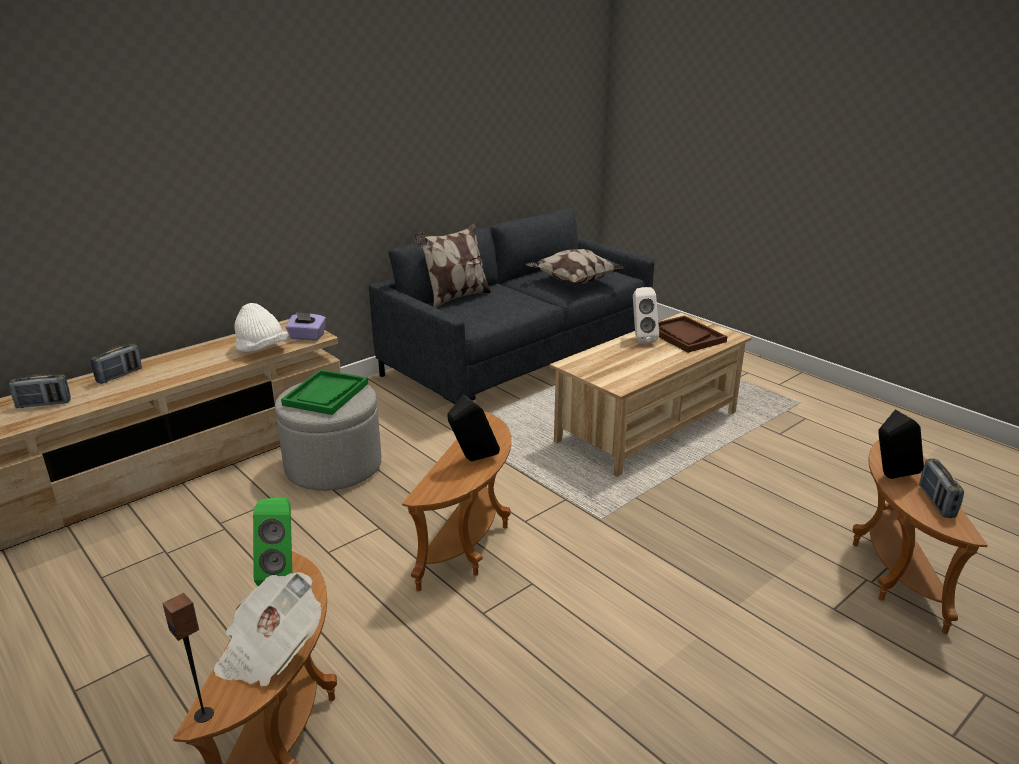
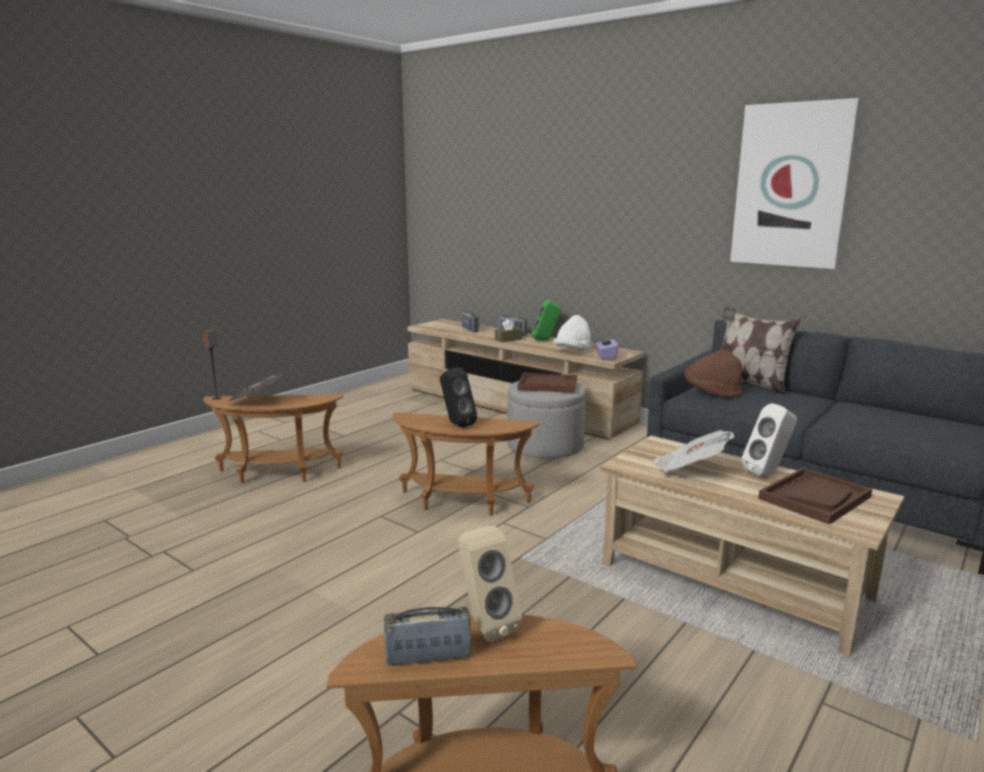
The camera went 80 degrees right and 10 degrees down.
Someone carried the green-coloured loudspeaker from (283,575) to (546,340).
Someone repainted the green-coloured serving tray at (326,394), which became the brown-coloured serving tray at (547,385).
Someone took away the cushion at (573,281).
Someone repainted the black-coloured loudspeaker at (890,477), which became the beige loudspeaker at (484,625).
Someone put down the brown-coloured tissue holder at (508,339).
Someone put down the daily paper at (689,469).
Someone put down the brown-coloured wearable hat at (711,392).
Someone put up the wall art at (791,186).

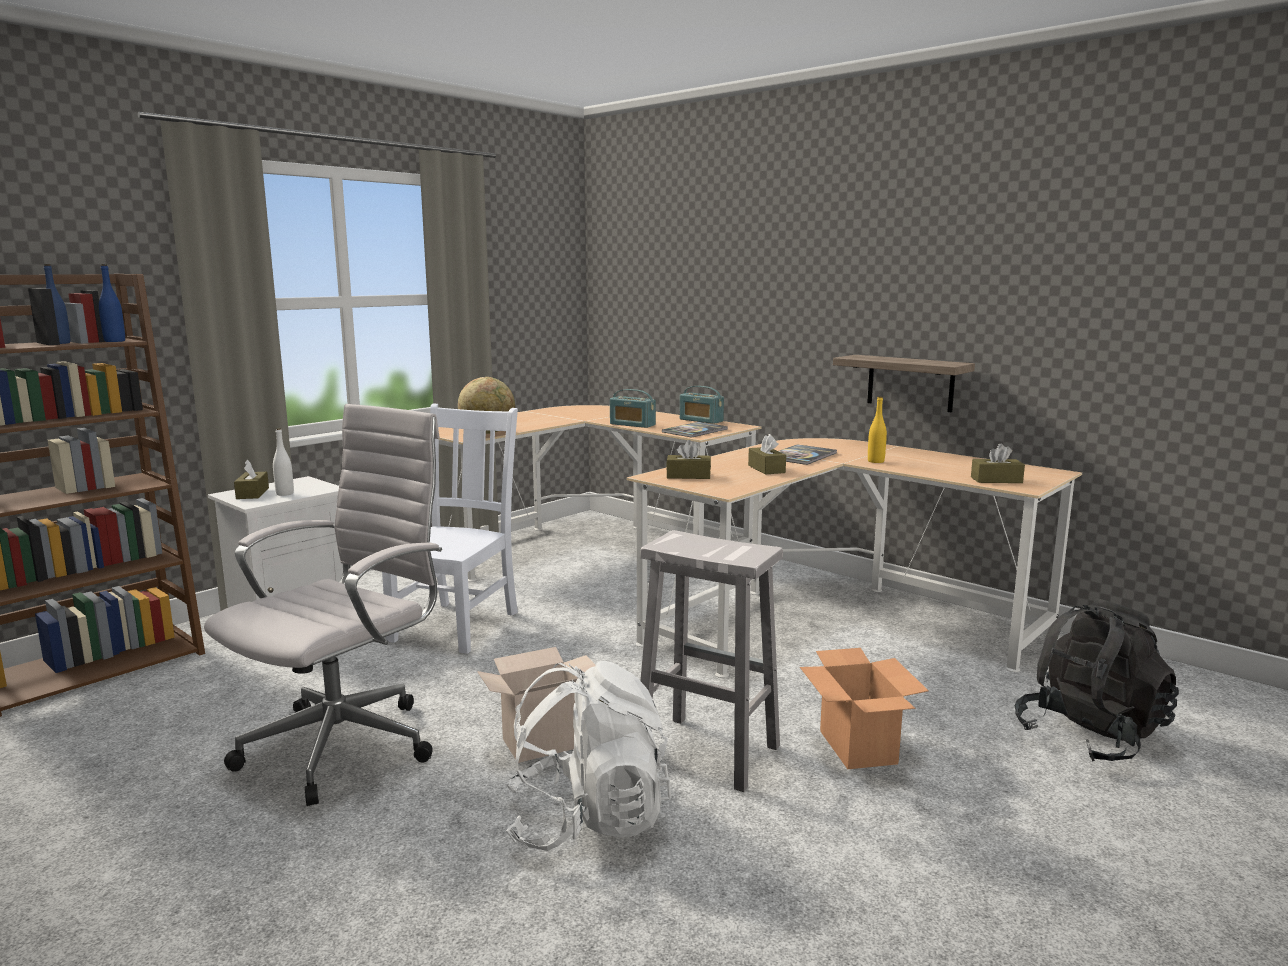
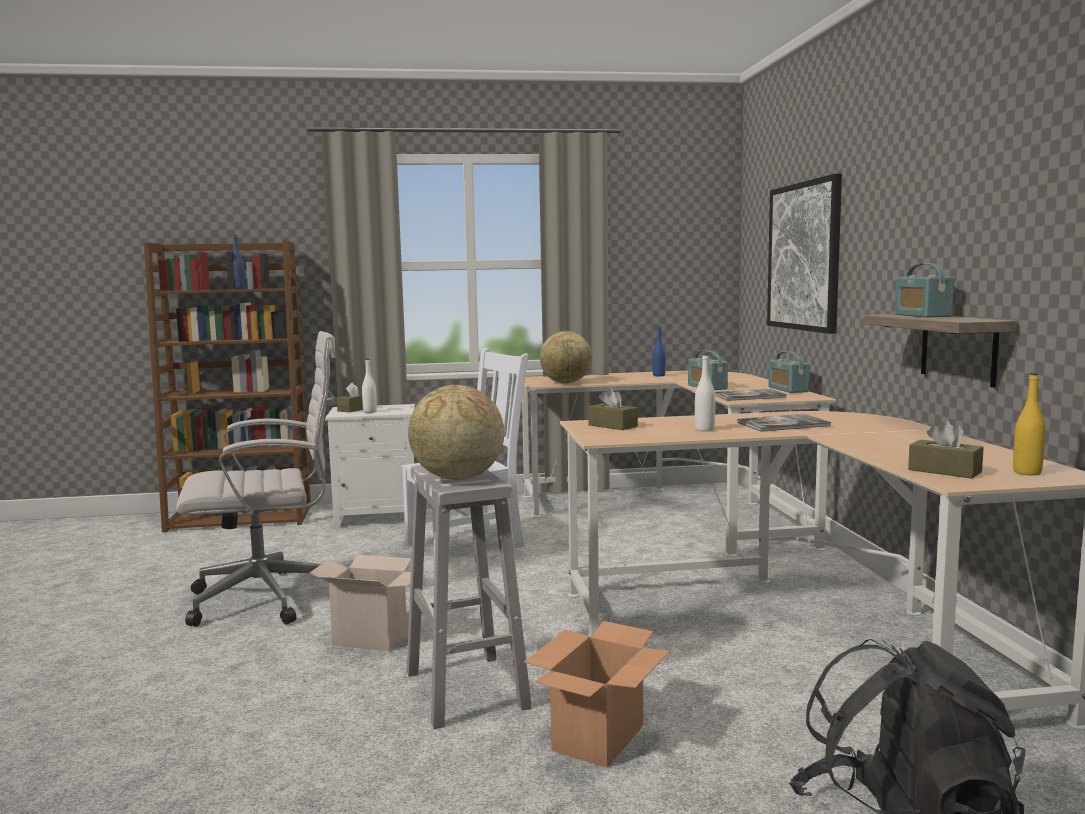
The camera went 40 degrees right and 5 degrees down.
Someone carried the blue bottle from (115,341) to (659,375).
Someone took away the white knapsack at (587,820).
Someone swapped the brown-coloured tissue holder at (766,469) for the white bottle at (704,430).
Someone carried the yellow-coloured bottle from (875,461) to (1027,473).
Someone put down the globe at (457,478).
Someone put up the wall art at (804,256).
Someone put down the radio at (922,315).

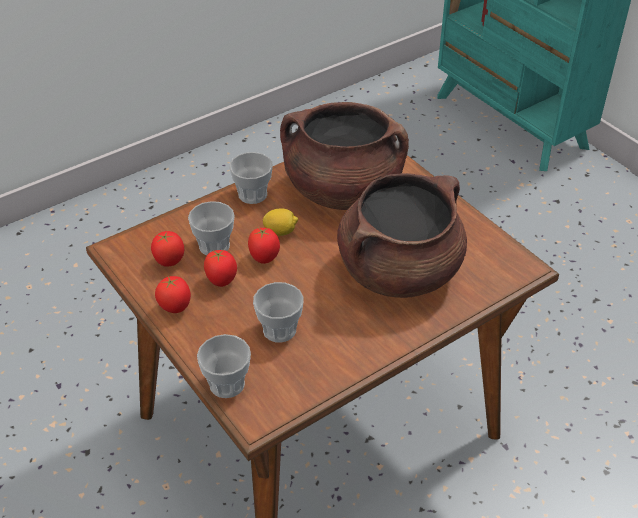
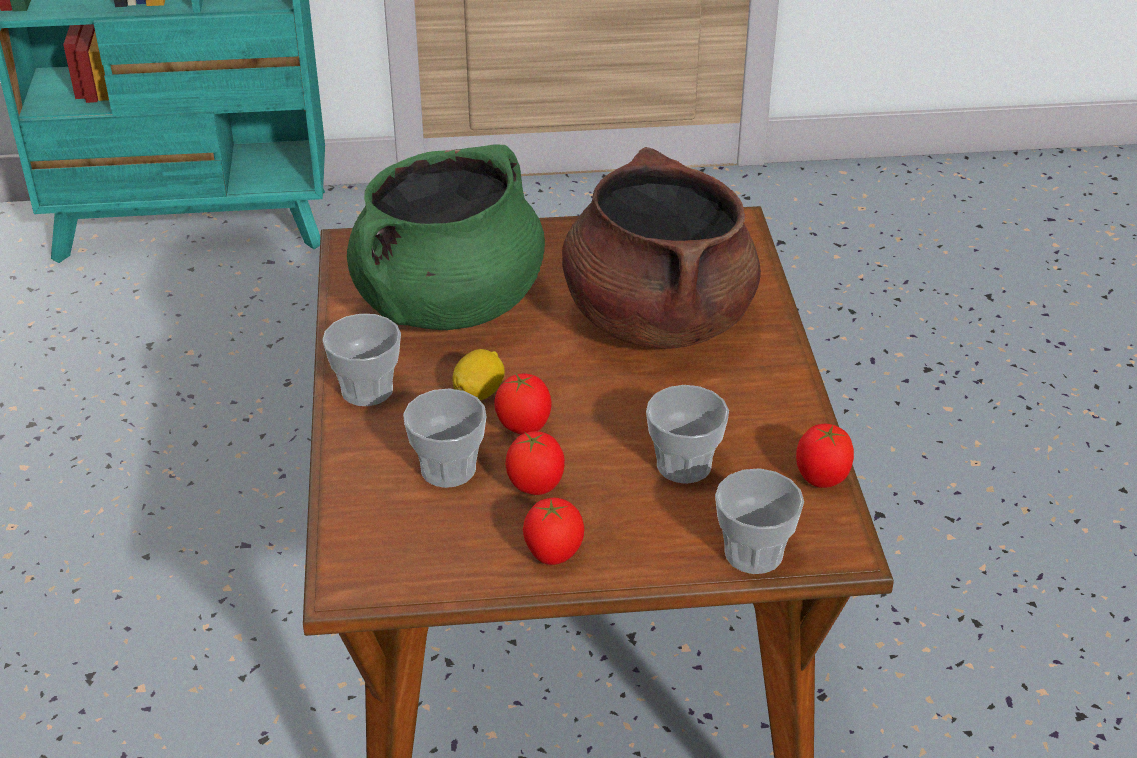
The camera went 60 degrees left and 5 degrees down.
Someone carried the fresh tomato from (169,262) to (821,480).
Someone repainted the brown-coloured saucepot at (342,191), which became the green-coloured saucepot at (448,304).

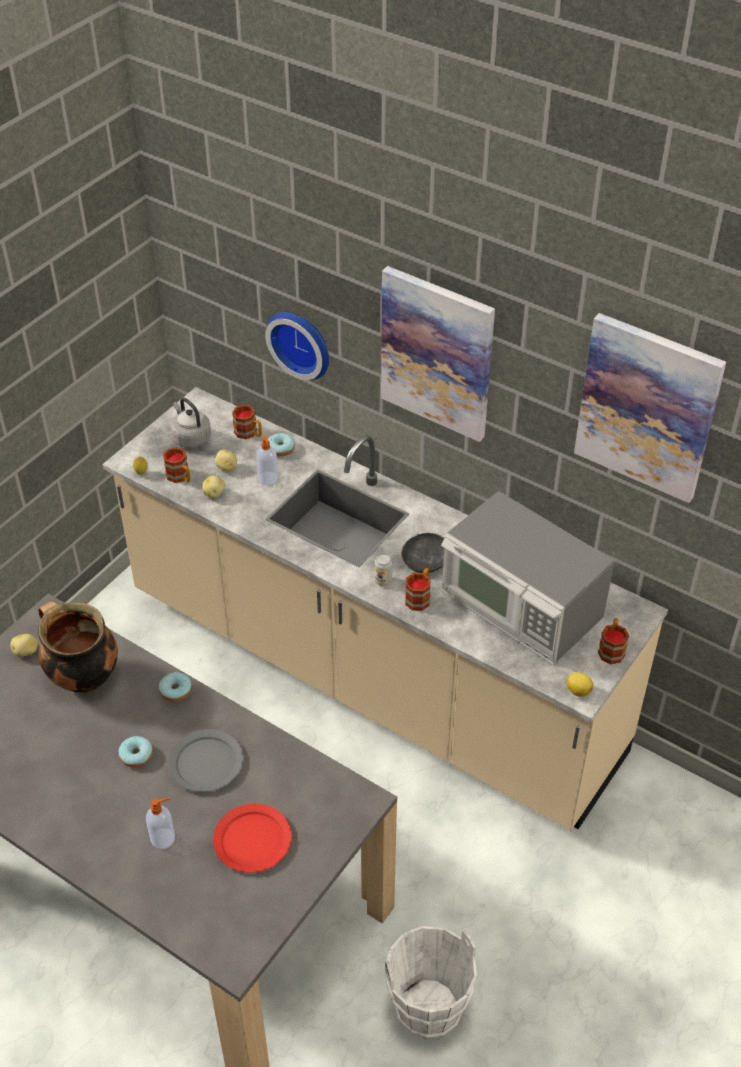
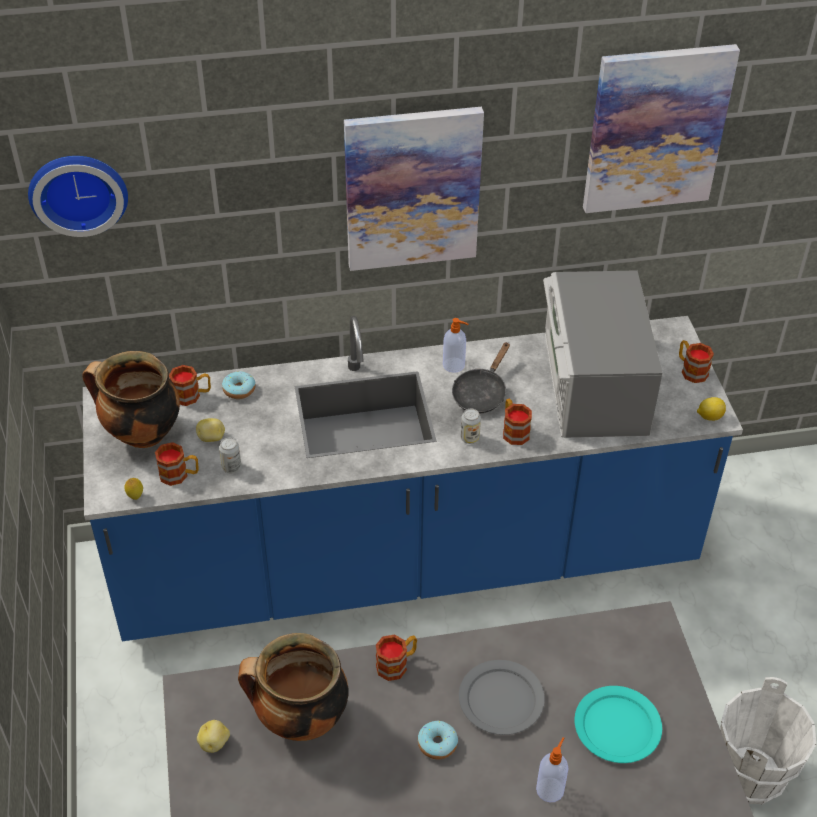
The camera went 45 degrees left and 0 degrees up.
Someone repainted the beige counter at (370,675), which became the blue counter at (407,563).
Someone swapped the doughnut at (175,691) for the mug at (397,664).
Someone swapped the grey kettle at (190,438) for the saucepot at (141,434).
Someone swapped the whole potato at (214,494) for the can at (231,467).
Someone repainted the reddish plate at (252,839), which became the turquoise-coloured plate at (616,726).
Someone carried the liquid soap bottle from (268,479) to (454,365).
Someone carried the hanging clock from (301,342) to (78,191).
Someone rotated the kitchen microwave at (520,606) by 90 degrees clockwise.

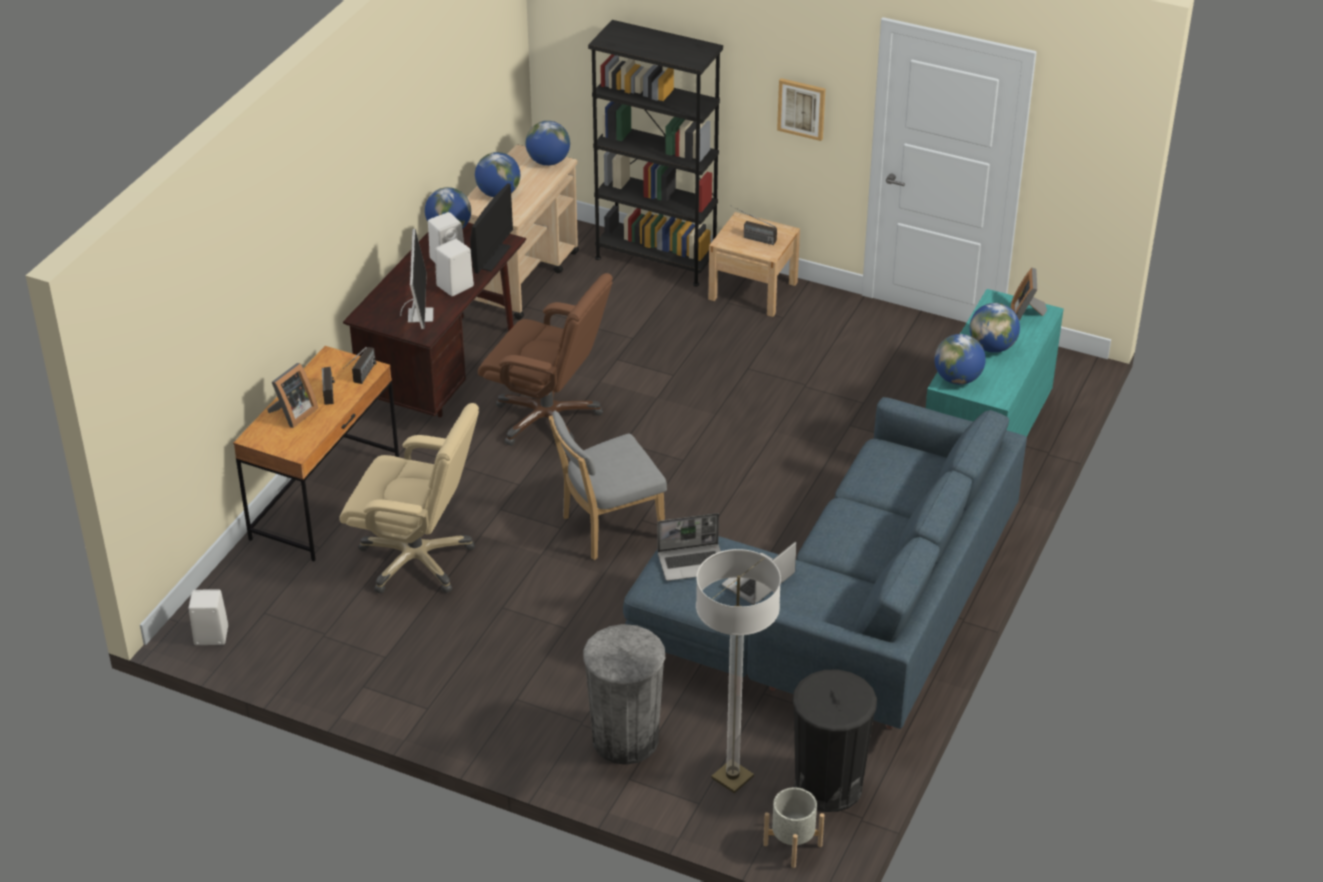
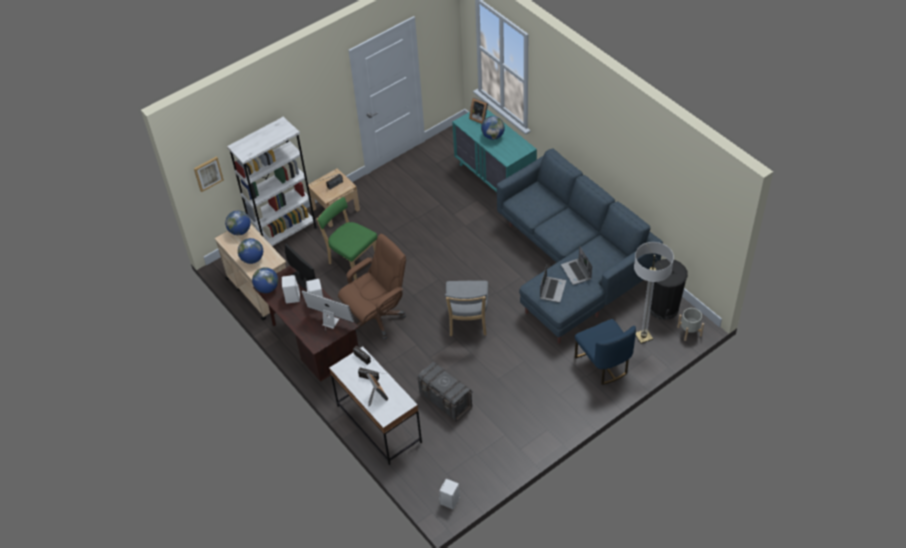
The camera went 60 degrees left and 10 degrees up.
Someone repainted the brown-coloured desk table at (326,500), which became the white desk table at (379,424).
Someone swapped the beige office chair at (417,560) for the grey storage bin at (445,401).
Someone swapped the grey rubbish bin at (625,739) for the blue chair at (603,364).
Someone repainted the black-coloured bookcase at (656,259), which became the white bookcase at (285,234).
Someone carried the wall art from (801,108) to (208,173).
Someone took away the globe at (957,379).
Someone put down the green-coloured chair at (352,260).

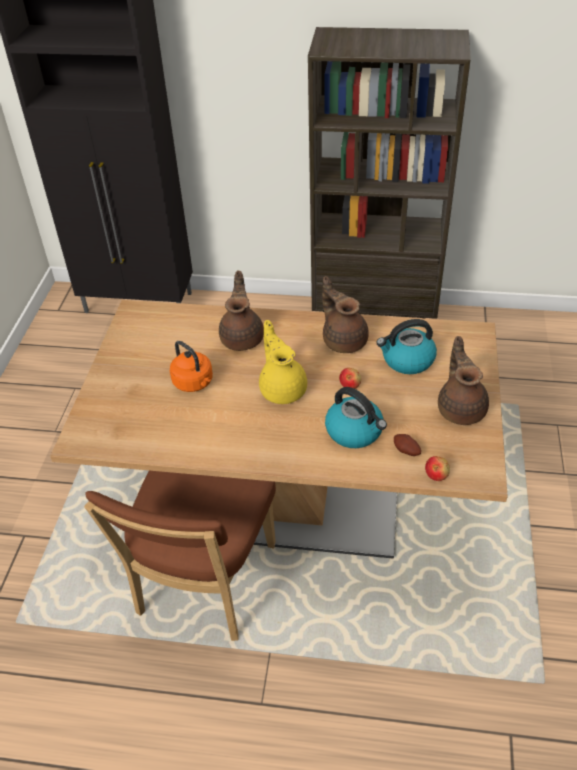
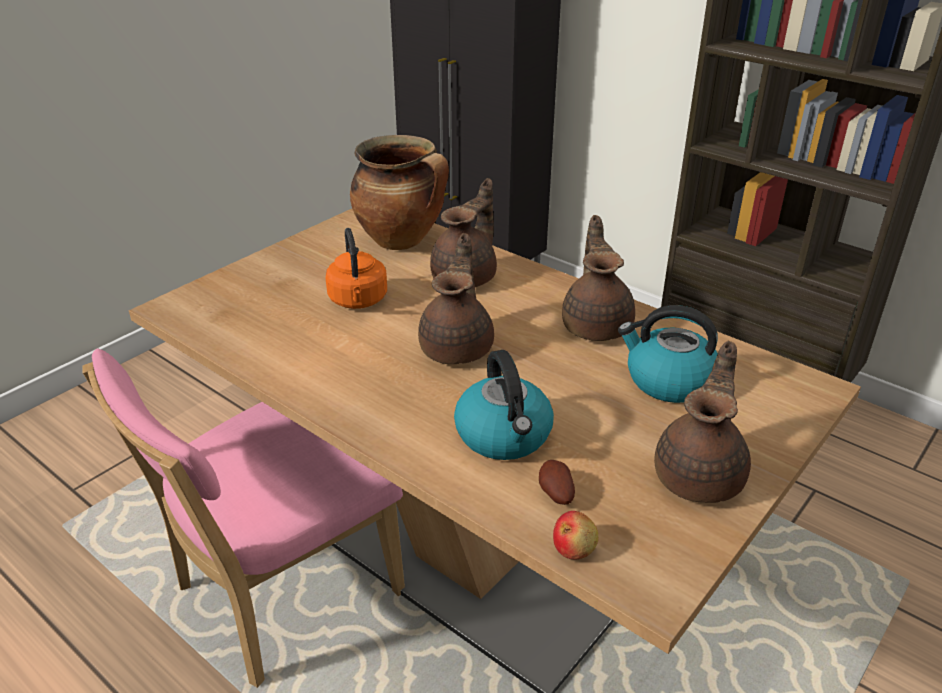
The camera went 30 degrees right and 10 degrees down.
Someone repainted the brown-coloured chair at (203,585), which became the pink chair at (280,594).
Someone repainted the yellow-coloured tea pot at (282,388), which became the brown-coloured tea pot at (458,347).
Someone took away the apple at (350,384).
Someone put down the saucepot at (402,241).

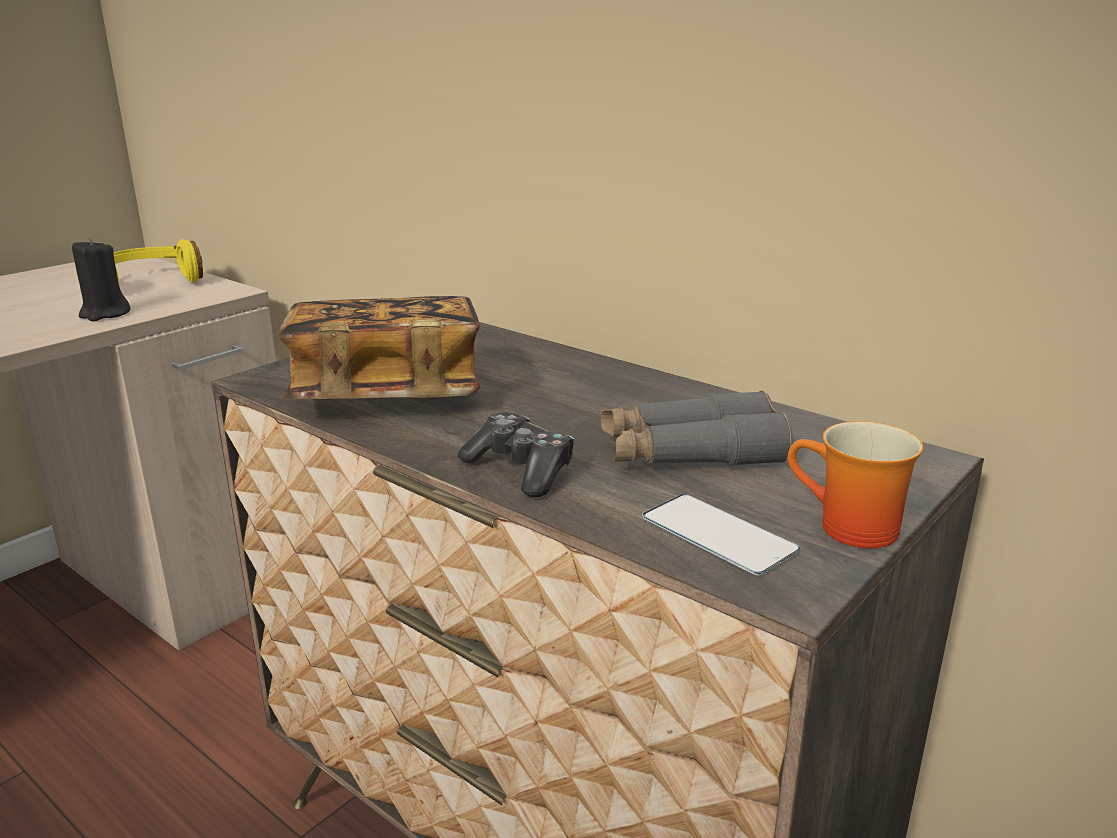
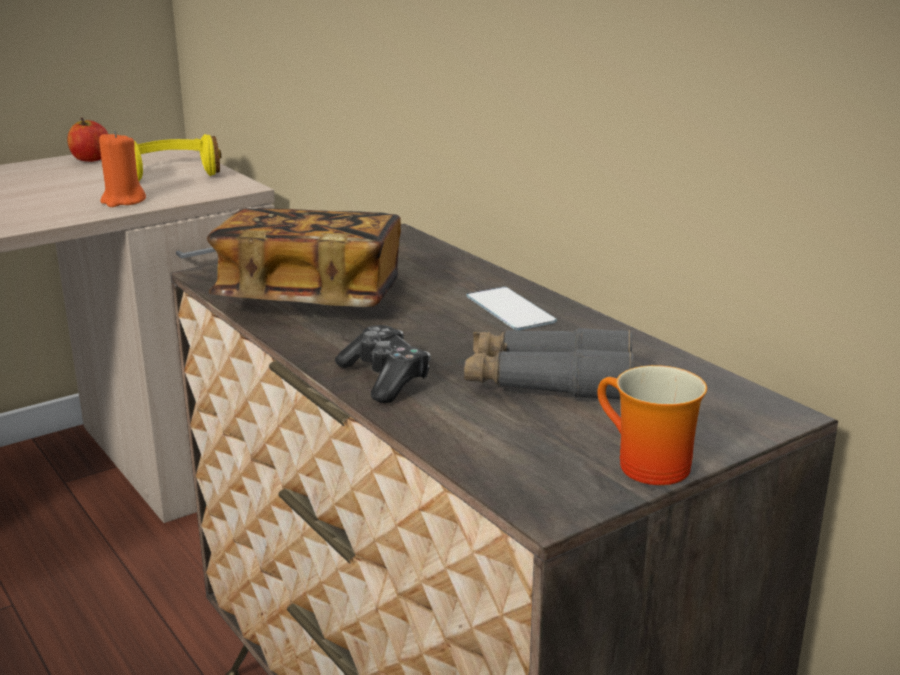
The camera went 15 degrees right and 0 degrees up.
Someone repainted the black-coloured candle at (104,314), which became the orangey candle at (123,201).
Someone carried the telephone from (718,534) to (510,309).
Someone put down the apple at (91,159).

